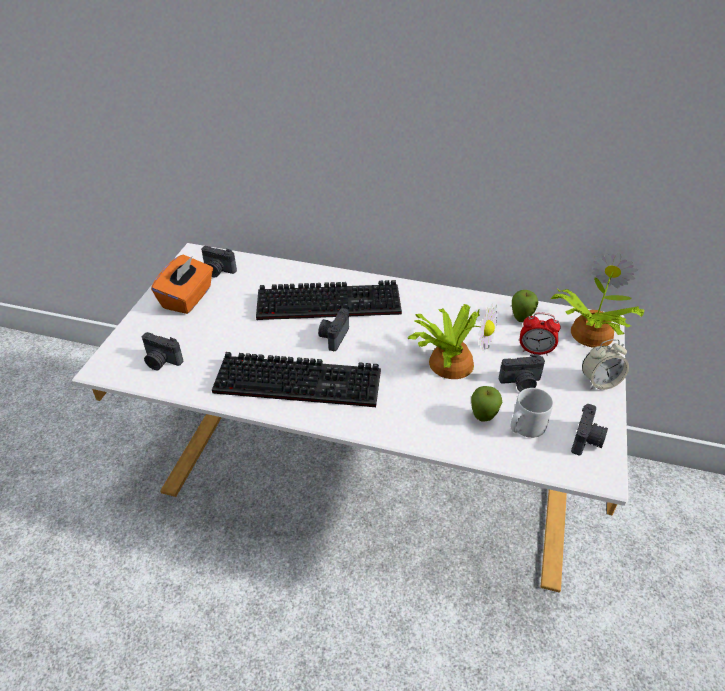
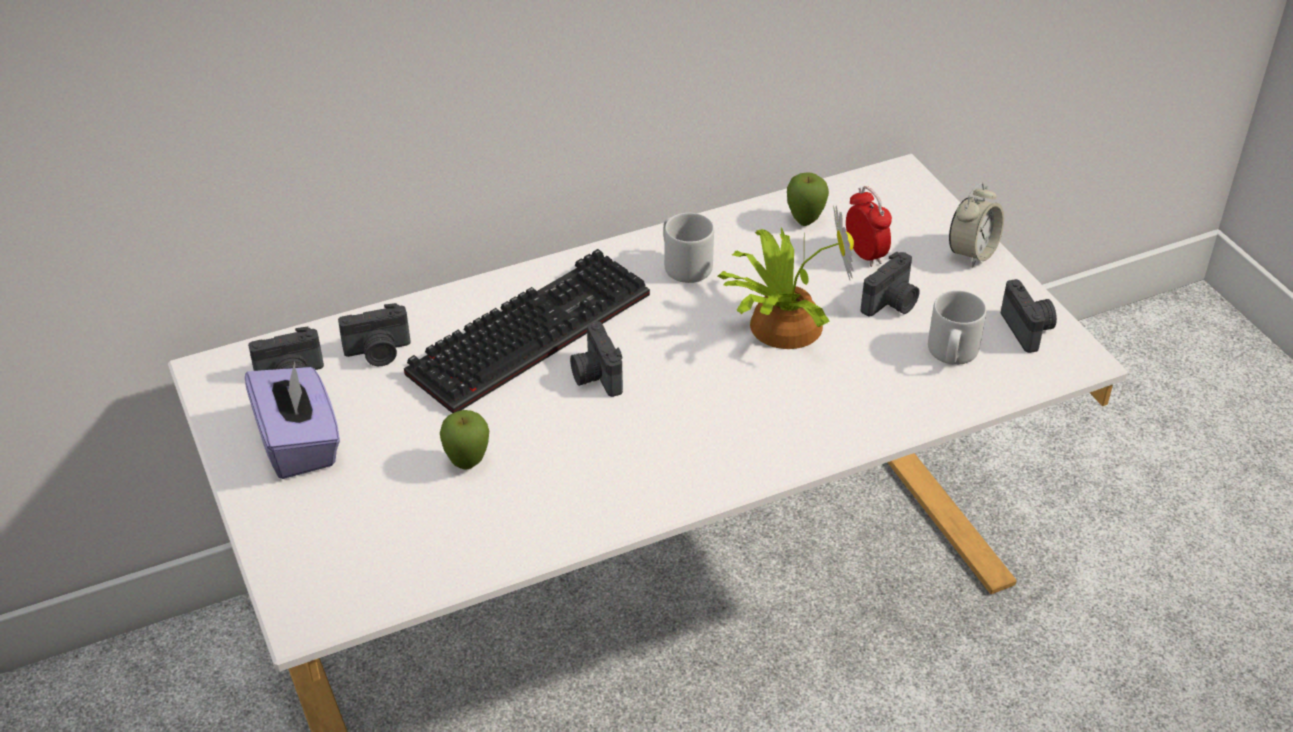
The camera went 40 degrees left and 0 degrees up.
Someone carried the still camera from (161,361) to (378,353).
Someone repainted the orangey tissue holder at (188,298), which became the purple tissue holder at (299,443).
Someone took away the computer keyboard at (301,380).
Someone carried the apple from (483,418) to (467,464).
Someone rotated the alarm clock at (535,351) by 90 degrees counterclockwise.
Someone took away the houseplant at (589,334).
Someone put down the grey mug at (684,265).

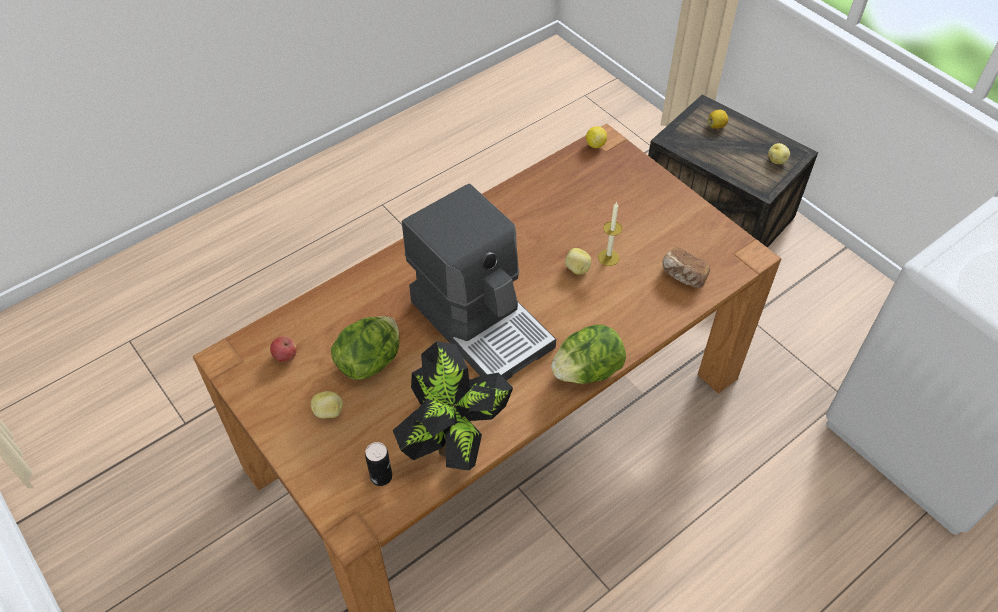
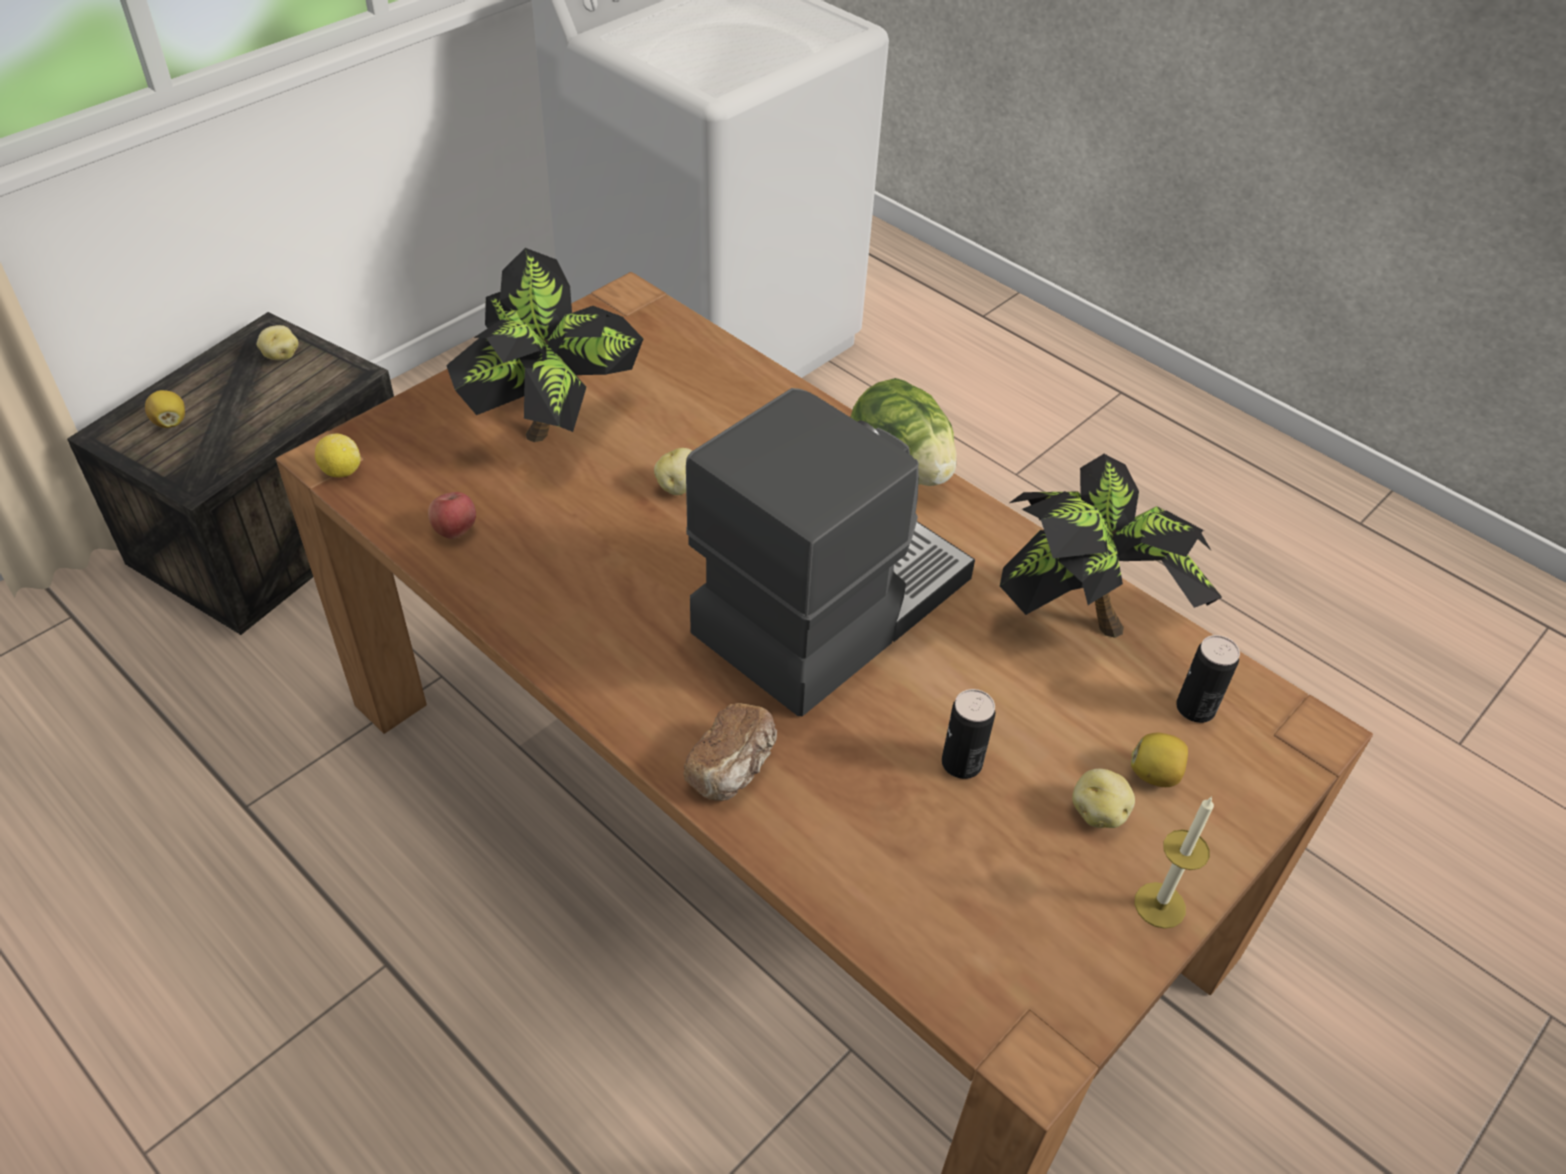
The camera went 100 degrees left and 5 degrees down.
Someone carried the apple from (285,356) to (455,530).
Someone swapped the head of lettuce at (371,361) for the can at (961,763).
Someone carried the candle from (608,257) to (1160,905).
Someone carried the bread from (683,276) to (733,768).
Someone put down the houseplant at (553,423).
Someone put down the lemon at (1155,774).

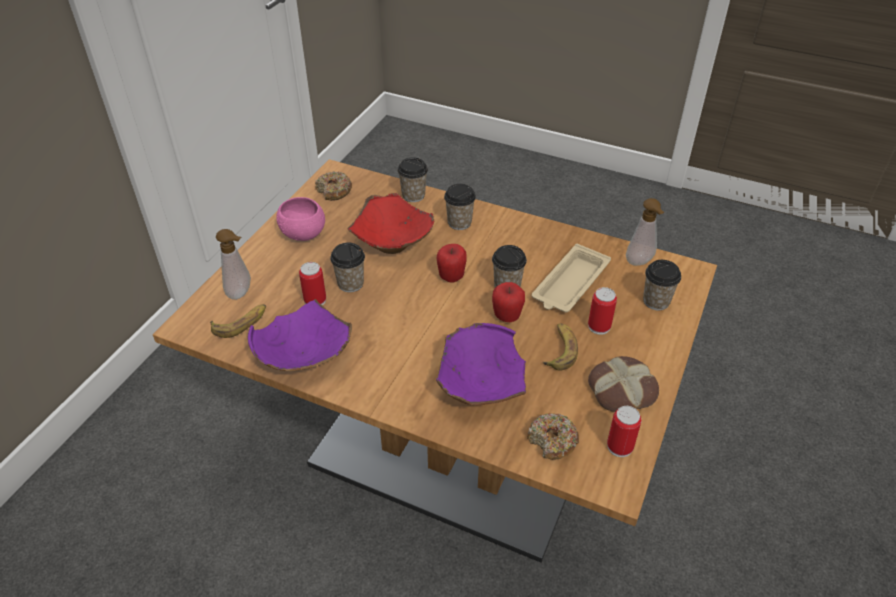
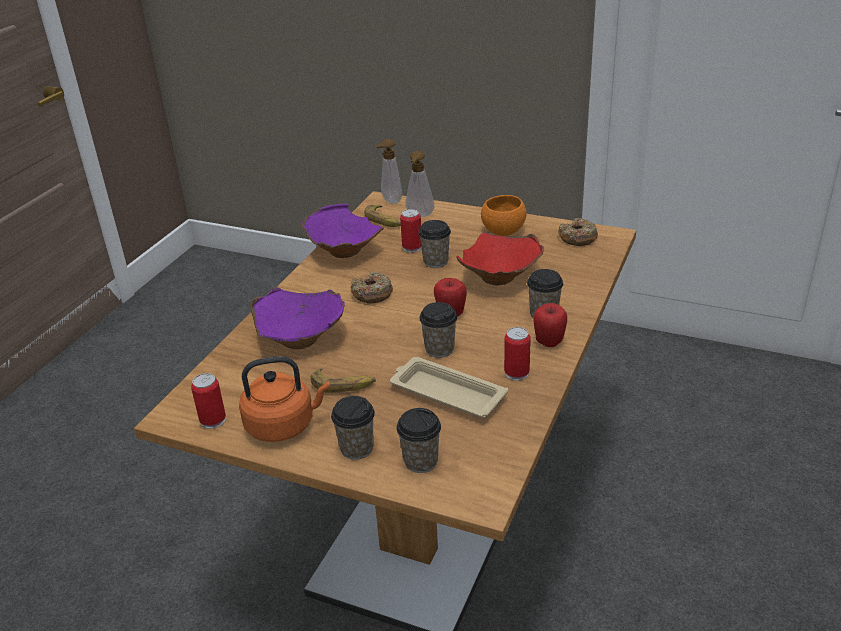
The camera went 90 degrees right and 10 degrees down.
Someone repainted the pink bowl at (303,234), which became the orangey bowl at (503,231).
Someone carried the cup from (413,195) to (356,448).
Someone carried the apple from (507,317) to (549,342).
Someone carried the doughnut from (552,441) to (372,294).
Someone carried the can from (599,326) to (516,373).
Someone swapped the bread at (621,389) for the orangey kettle at (284,425).
Someone carried the liquid soap bottle from (640,263) to (390,201).

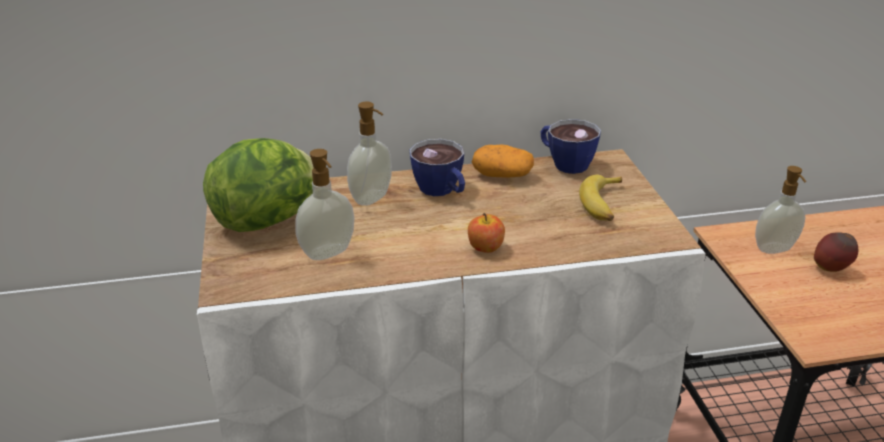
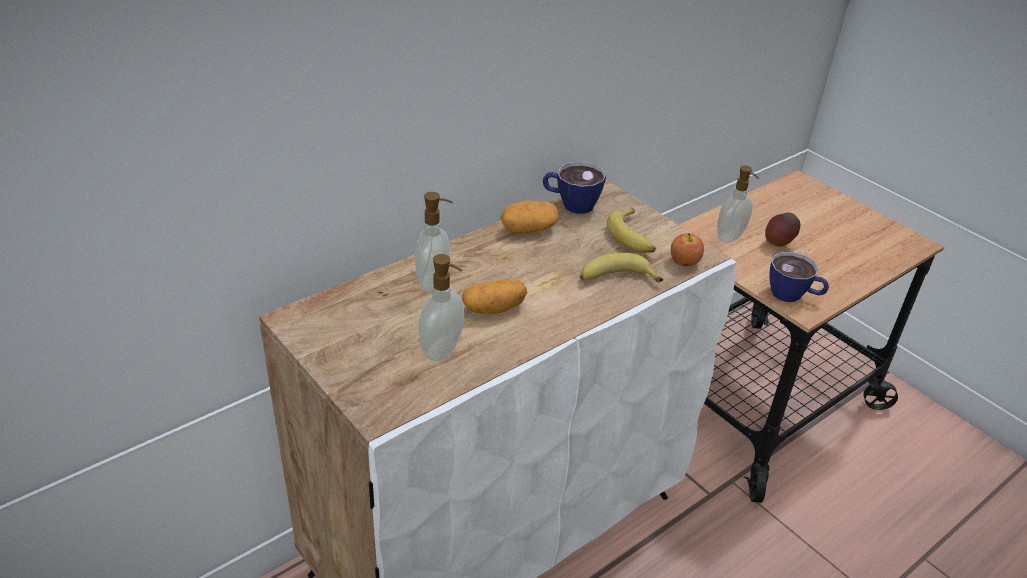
The camera went 30 degrees left and 5 degrees up.
Someone took away the head of lettuce at (269,220).
Someone carried the cup from (442,191) to (793,295).
Someone carried the apple from (485,247) to (684,262).
Someone put down the whole potato at (494,309).
Someone put down the banana fruit at (616,278).

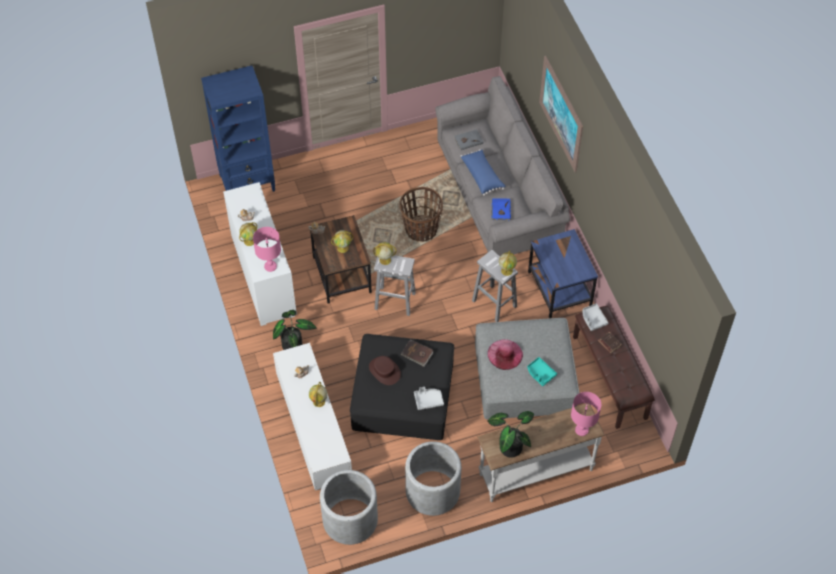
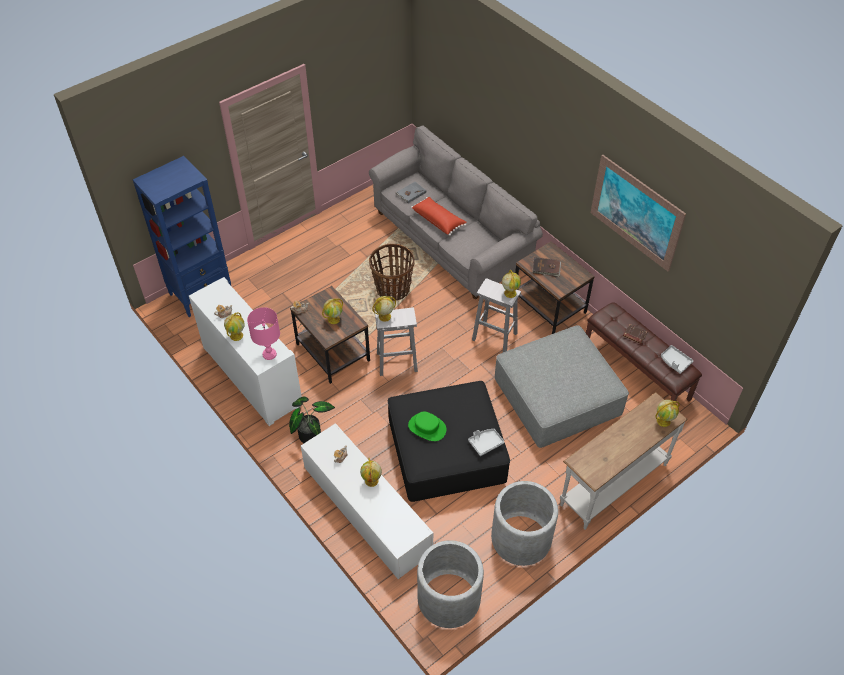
The camera went 20 degrees left and 5 degrees down.
Someone repainted the brown-coloured wearable hat at (384,371), which became the green-coloured wearable hat at (427,428).
Someone carried the brown-coloured book from (417,354) to (546,268).
Someone repainted the blue cushion at (482,176), which became the reddish cushion at (438,220).
Someone took away the pink wearable hat at (505,354).
Someone took away the houseplant at (509,445).
Someone took away the blue book at (500,210).
Someone took away the turquoise-coloured serving tray at (540,373).
Someone repainted the blue accent table at (560,289), which became the brown-coloured accent table at (549,306).
Someone carried the wall art from (561,113) to (636,212).
Someone swapped the pink lamp for a table at (582,430) for the globe at (663,421).
Someone carried the grey serving tray from (593,319) to (675,362).

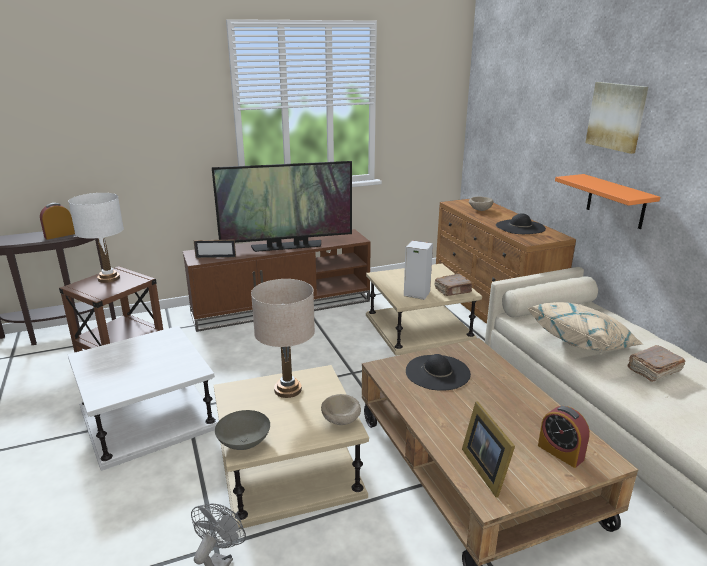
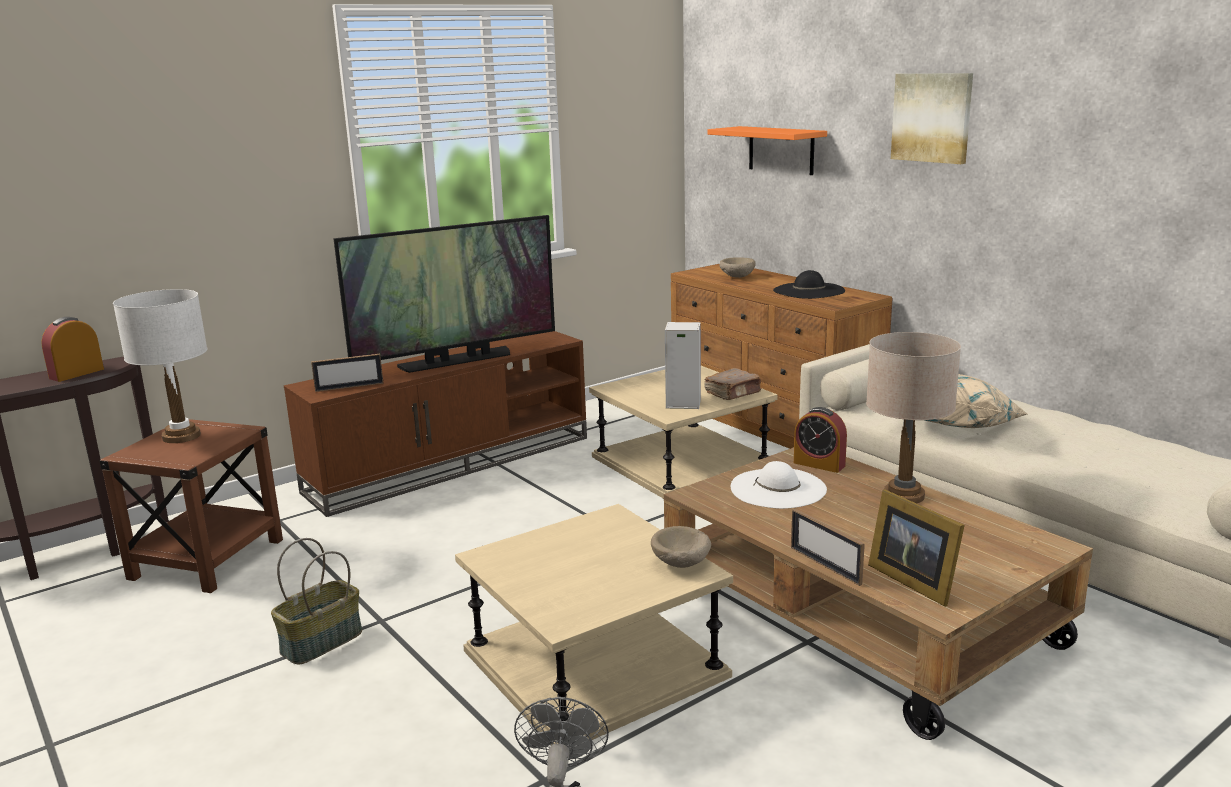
The camera went 15 degrees left and 5 degrees down.
Someone swapped the white accent table at (148,417) for the household basket at (321,643).
Someone took away the grey bowl at (243,443).
Someone carried the beige lamp for a table from (287,389) to (903,495).
Someone repainted the black-coloured wearable hat at (438,372), which became the white wearable hat at (778,488).
Someone carried the alarm clock from (560,452) to (819,464).
Someone carried the orangey shelf from (616,201) to (781,150).
Someone took away the brown-coloured book at (653,370).
Someone put down the photo frame at (825,565).

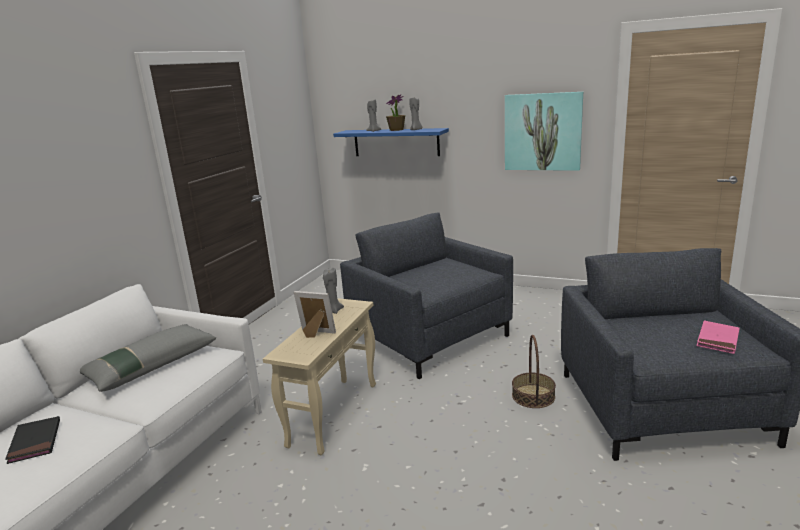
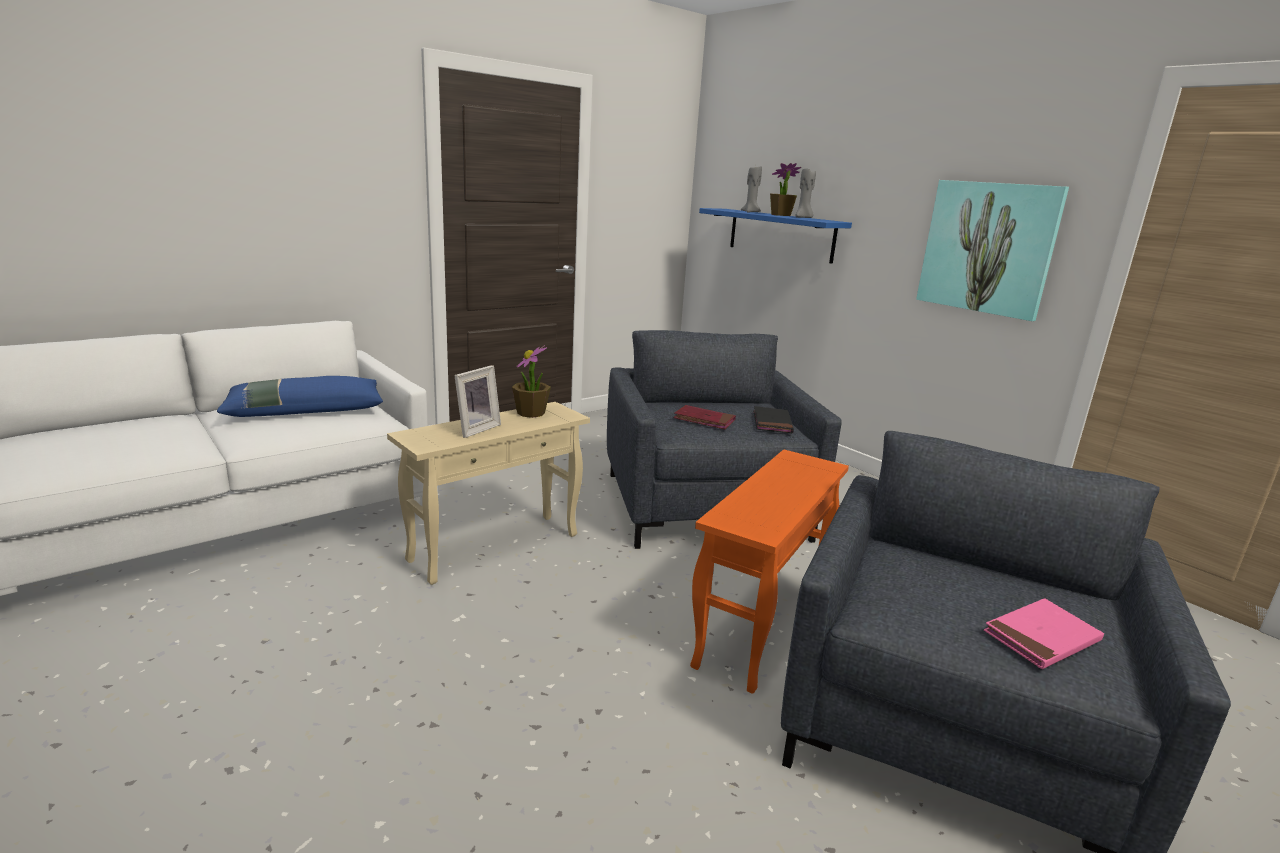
The camera went 25 degrees right and 0 degrees up.
Someone carried the black-coloured book from (35,442) to (772,423).
Someone repainted the grey cushion at (150,365), which became the blue cushion at (305,409).
Someone rotated the photo frame at (316,334) by 75 degrees clockwise.
Someone swapped the grey candle at (333,311) for the houseplant at (531,413).
Someone swapped the household basket at (533,396) for the orangey accent table at (761,629).
Someone put down the reddish book at (704,420).

